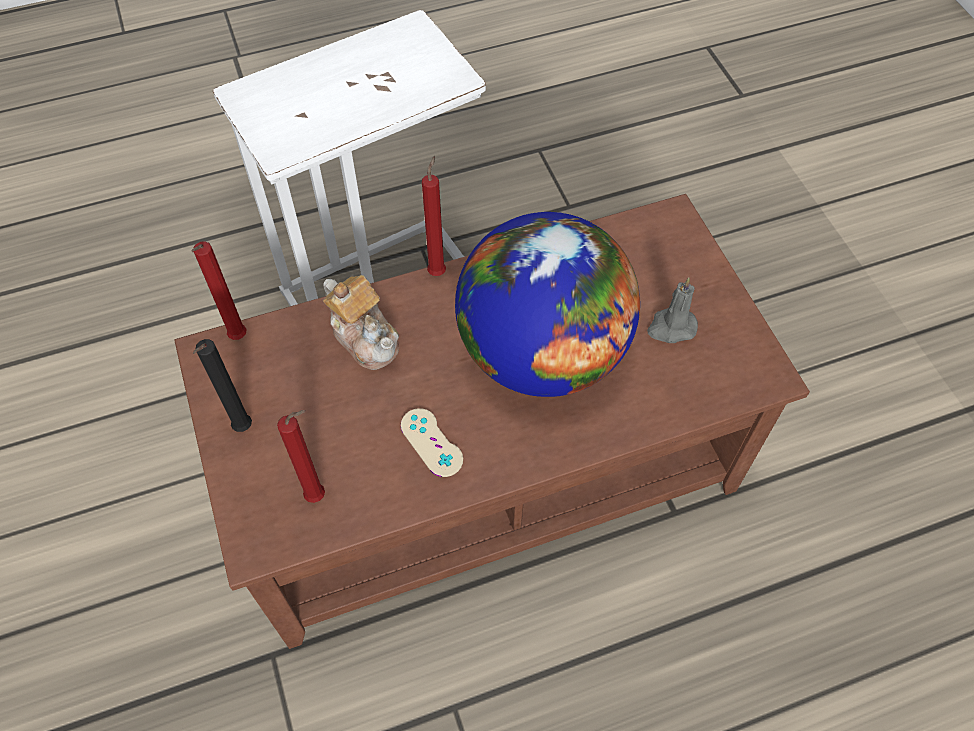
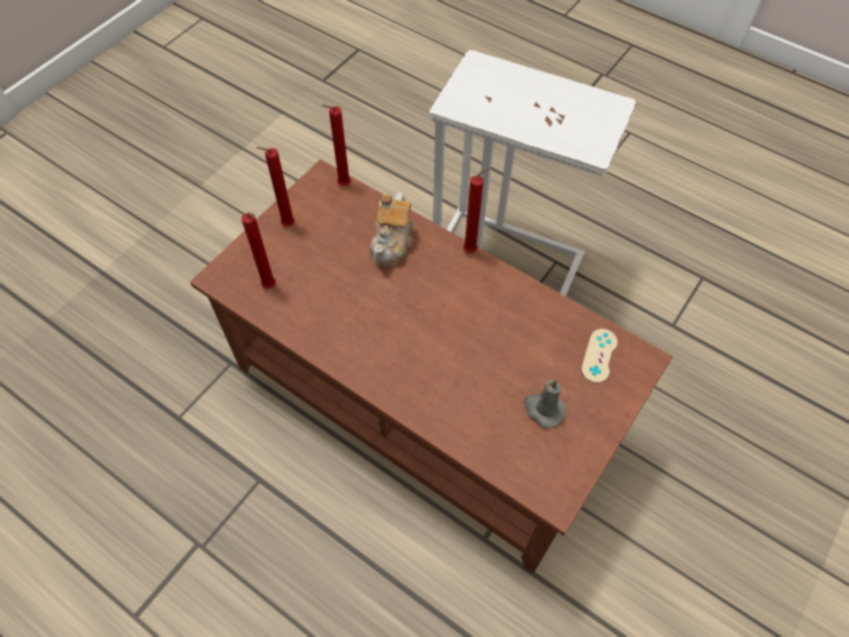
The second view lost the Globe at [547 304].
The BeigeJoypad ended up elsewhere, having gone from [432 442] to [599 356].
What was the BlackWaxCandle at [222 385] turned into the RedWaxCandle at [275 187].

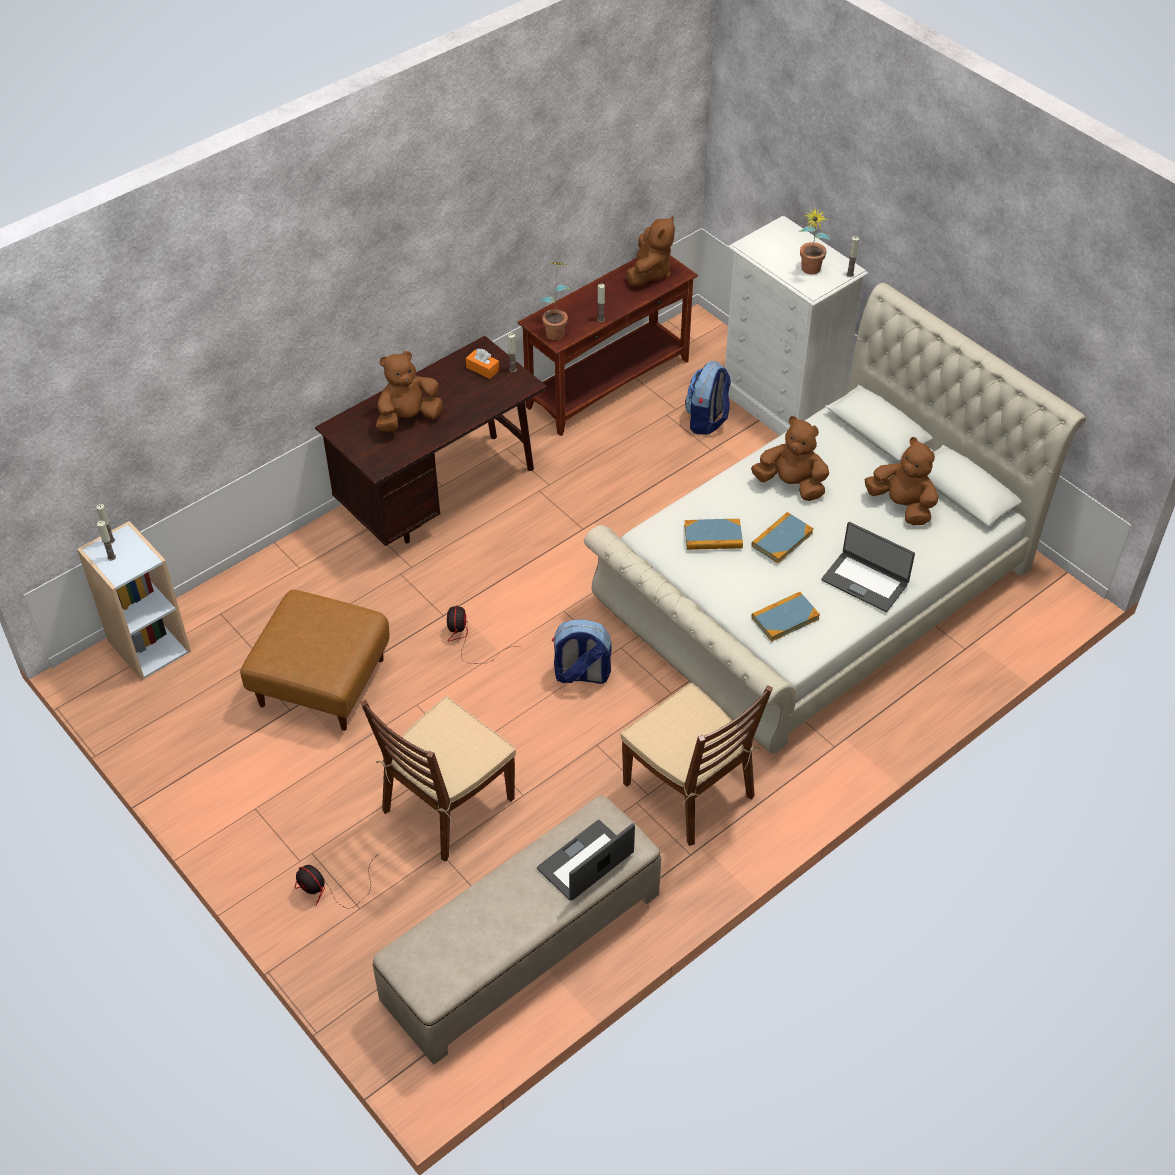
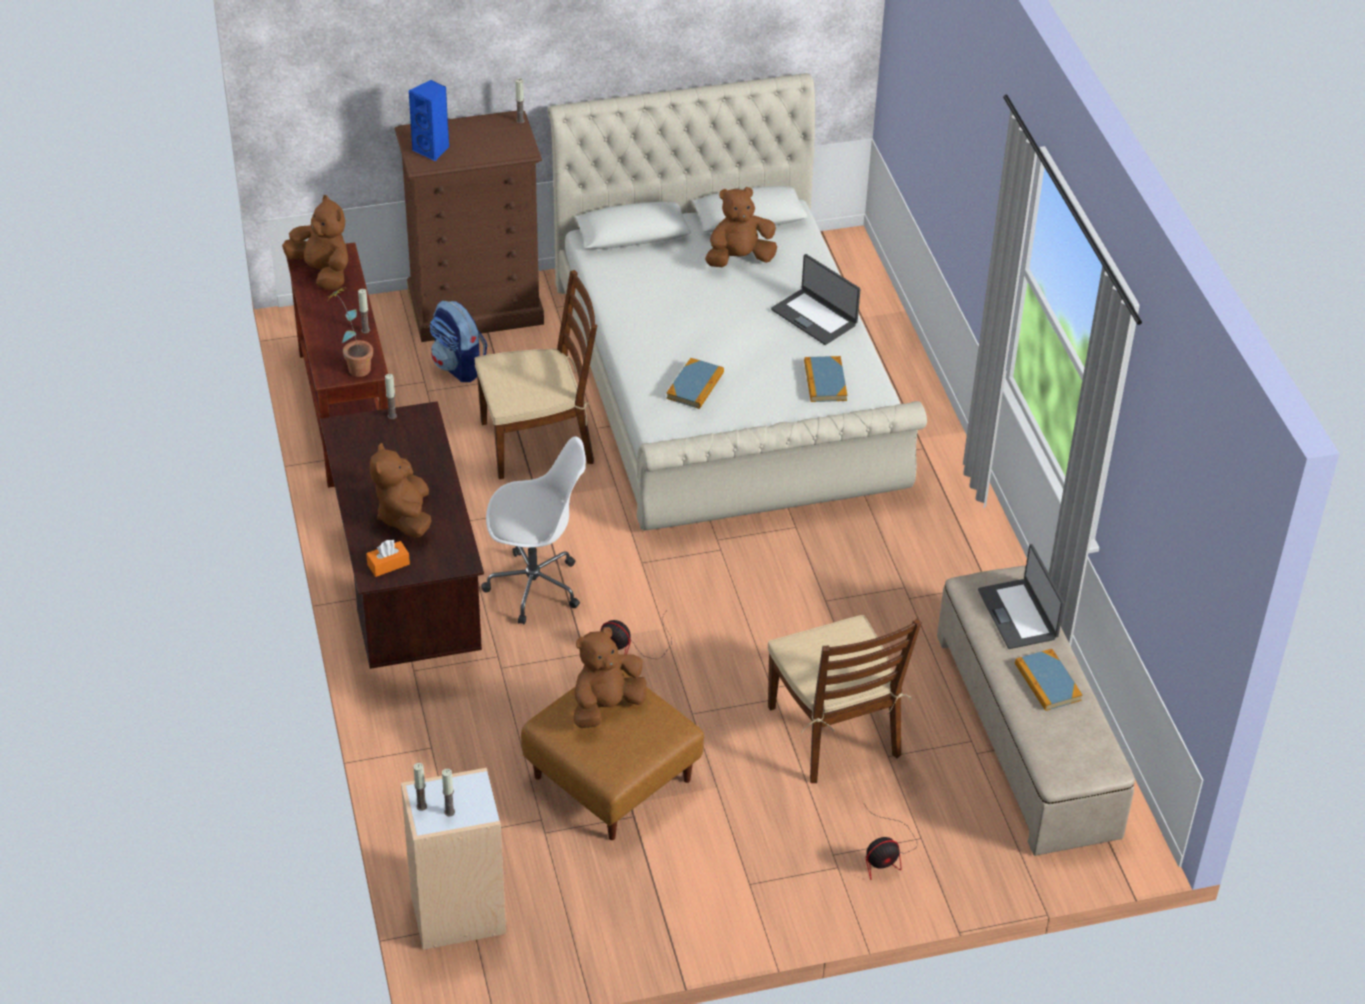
The second view lost the Rucksack at [582 651].
The second view lost the Houseplant at [815 241].
The second view gained the BluishLoudspeaker at [429 121].
The second view gained the WhitishDeskChair at [533 530].
The OrangeyTissueBox ended up elsewhere, having gone from [482 364] to [388 558].
The BrownishUprightChair ended up elsewhere, having gone from [697 764] to [535 374].
The BrownishCuddlyToy ended up elsewhere, having gone from [790 458] to [610 677].
The Book ended up elsewhere, having gone from [782 538] to [1049 680].
What was the WhitishDresser at [796 326] turned into the BrownishDresser at [469 226].
The PortableComputer at [868 567] ended up facing another way, 75 degrees clockwise from before.

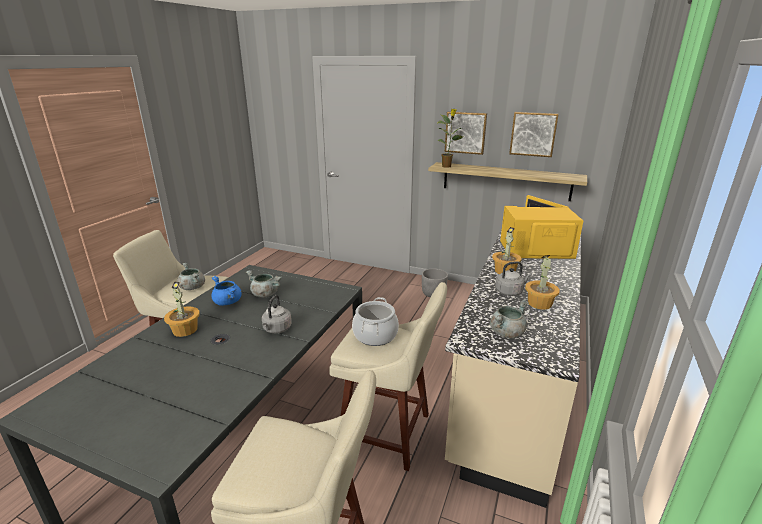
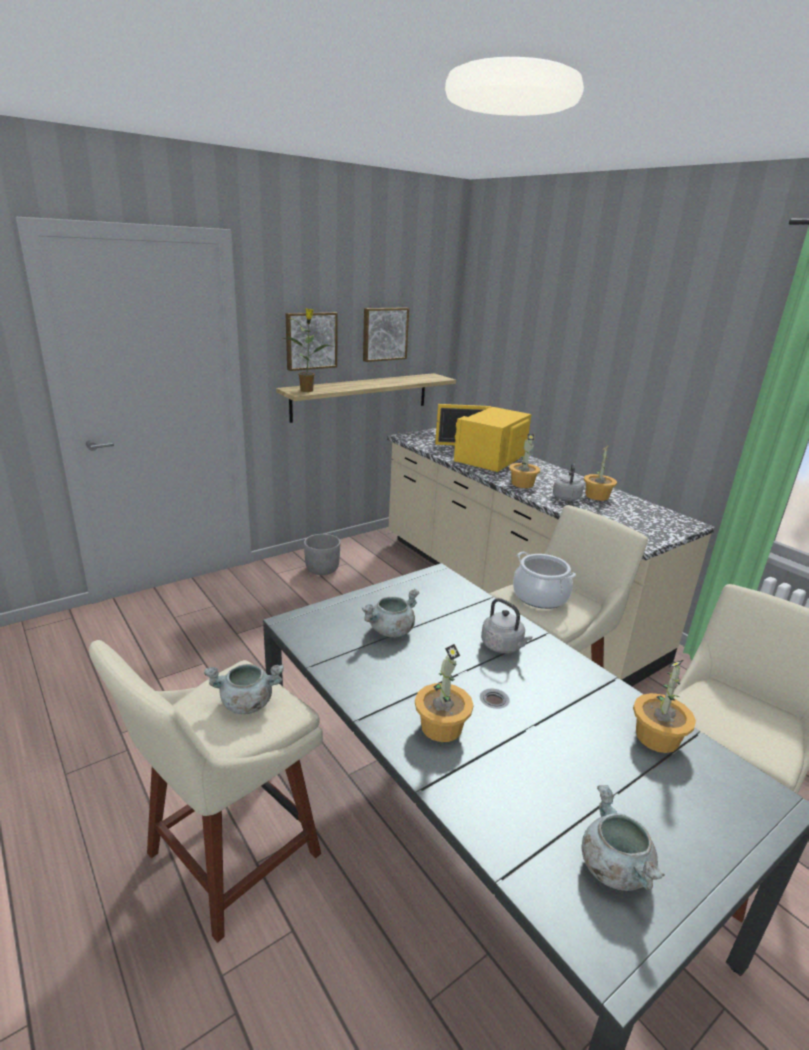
The second view lost the BluishSaucepot at [226 291].
The second view gained the Houseplant at [664 706].
The GreySaucepot ended up elsewhere, having gone from [509 318] to [623 838].

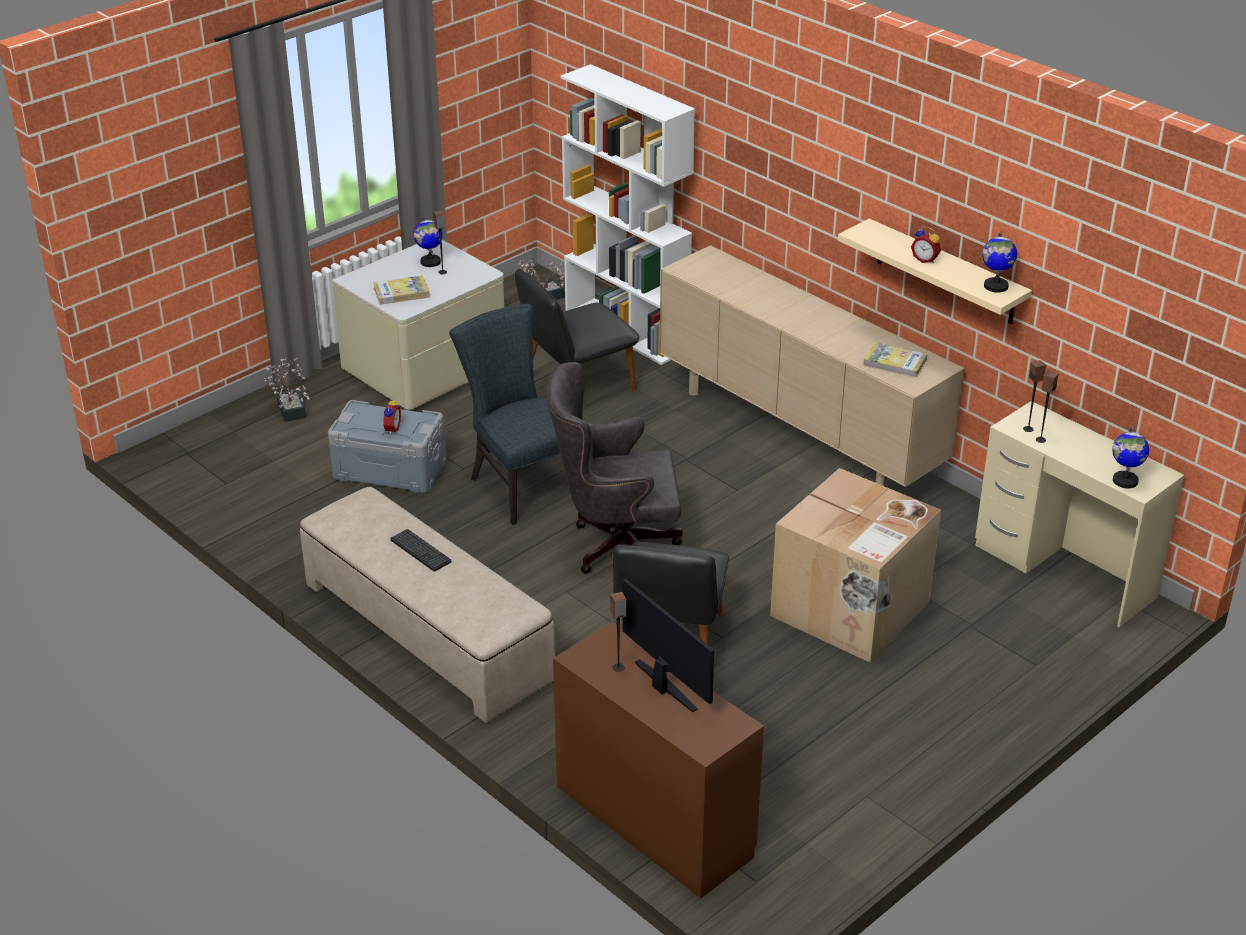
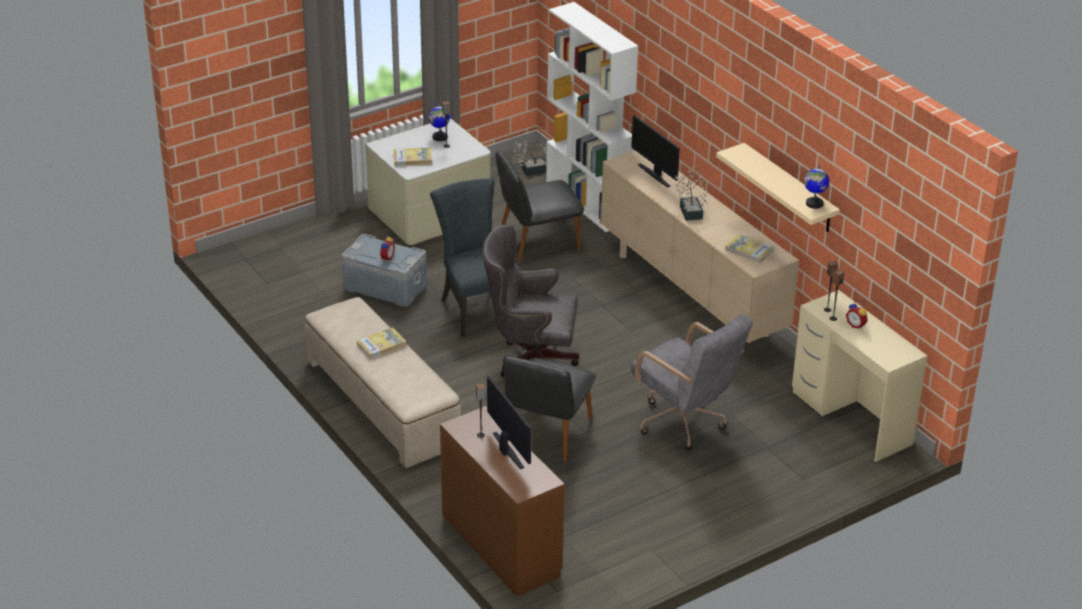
The second view lost the Globe at [1130 457].
The second view gained the ComputerScreen at [655 151].
The Houseplant ended up elsewhere, having gone from [287 390] to [691 196].
The TableClock ended up elsewhere, having gone from [926 245] to [857 315].
Where the ComputerKeyboard stood at [420 550], the Book came to stand at [381 343].
Where the PackingBox stood at [855 565], the GreyDeskChair came to stand at [692 382].

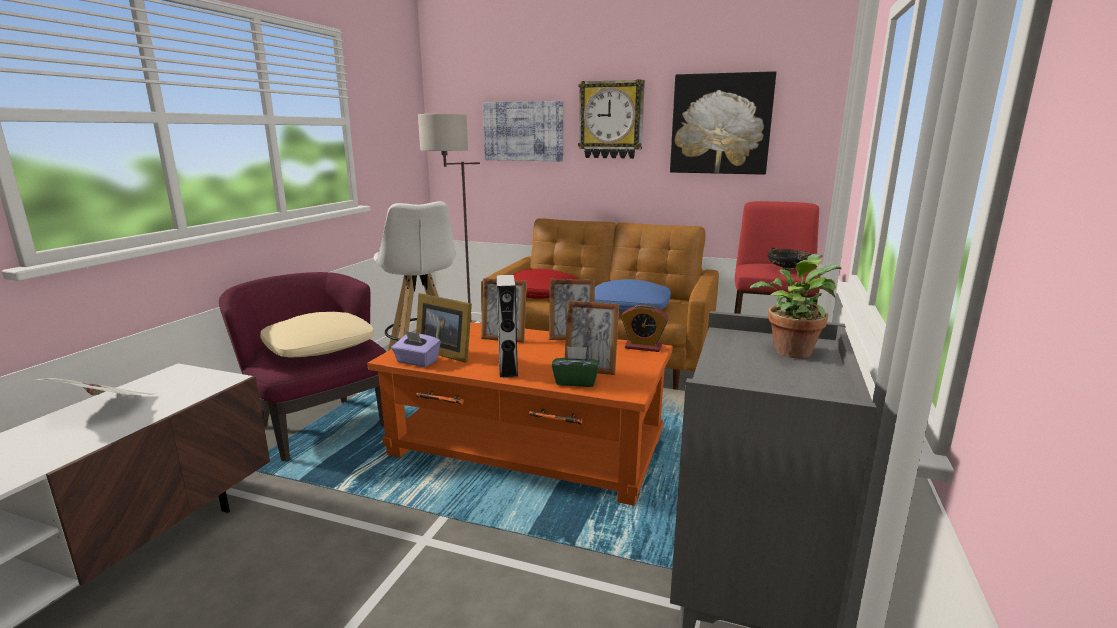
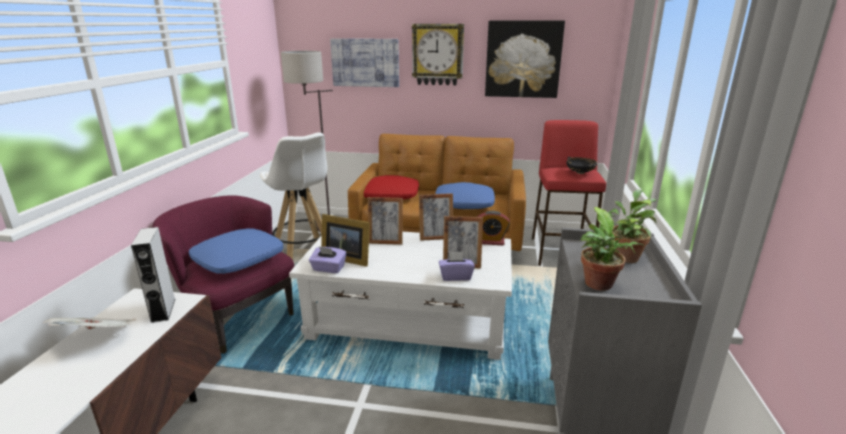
The second view gained the Houseplant at [612 249].
The GreyLoudspeaker ended up elsewhere, having gone from [507 326] to [153 275].
What was the BeigePillow at [317 335] turned into the BluishPillow at [236 251].
What was the OrangeyCoffeeTable at [520 414] turned into the WhitishCoffeeTable at [400 296].
What was the GreenTissueBox at [575 366] turned into the PurpleColouredTissueBox at [457 266].

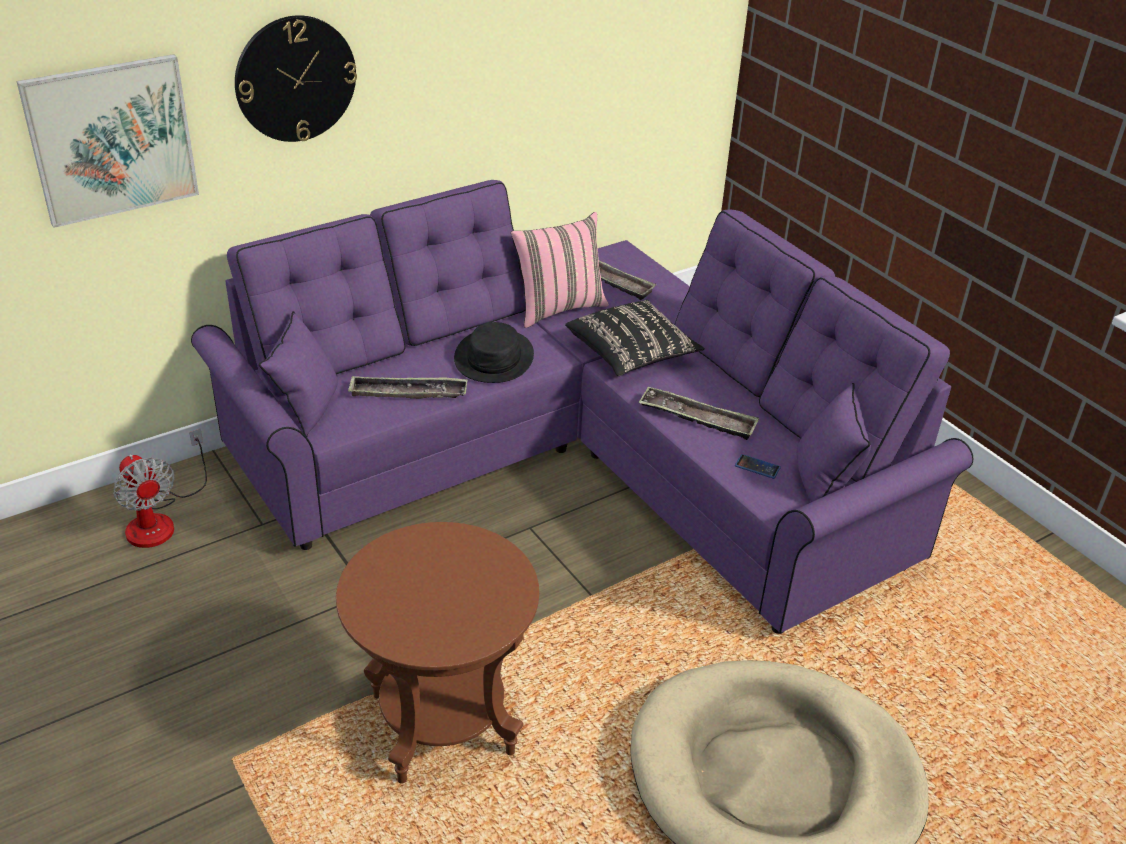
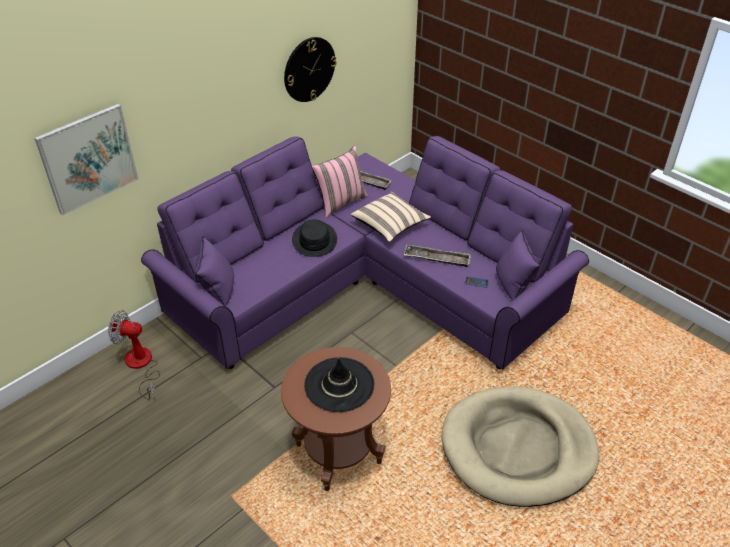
The second view lost the ServingTray at [408 387].
The second view gained the BlackClothingHat at [339 384].
The HangingClock ended up elsewhere, having gone from [296 78] to [310 69].
What was the BlackPillow at [634 338] turned into the BeigePillow at [391 217].
The ElectricFan at [160 488] ended up facing another way, 150 degrees clockwise from before.

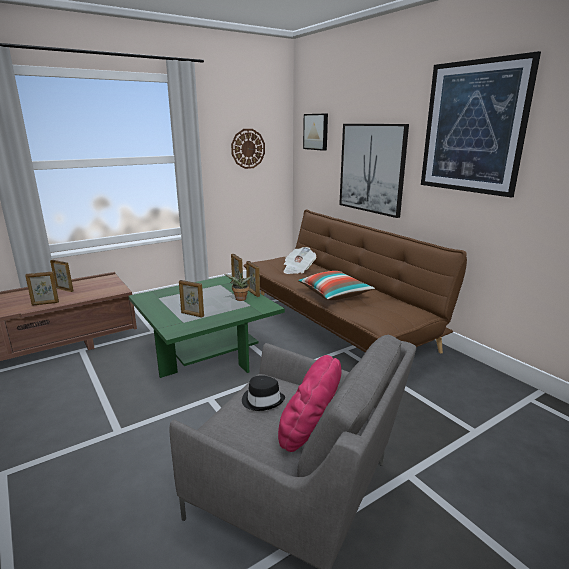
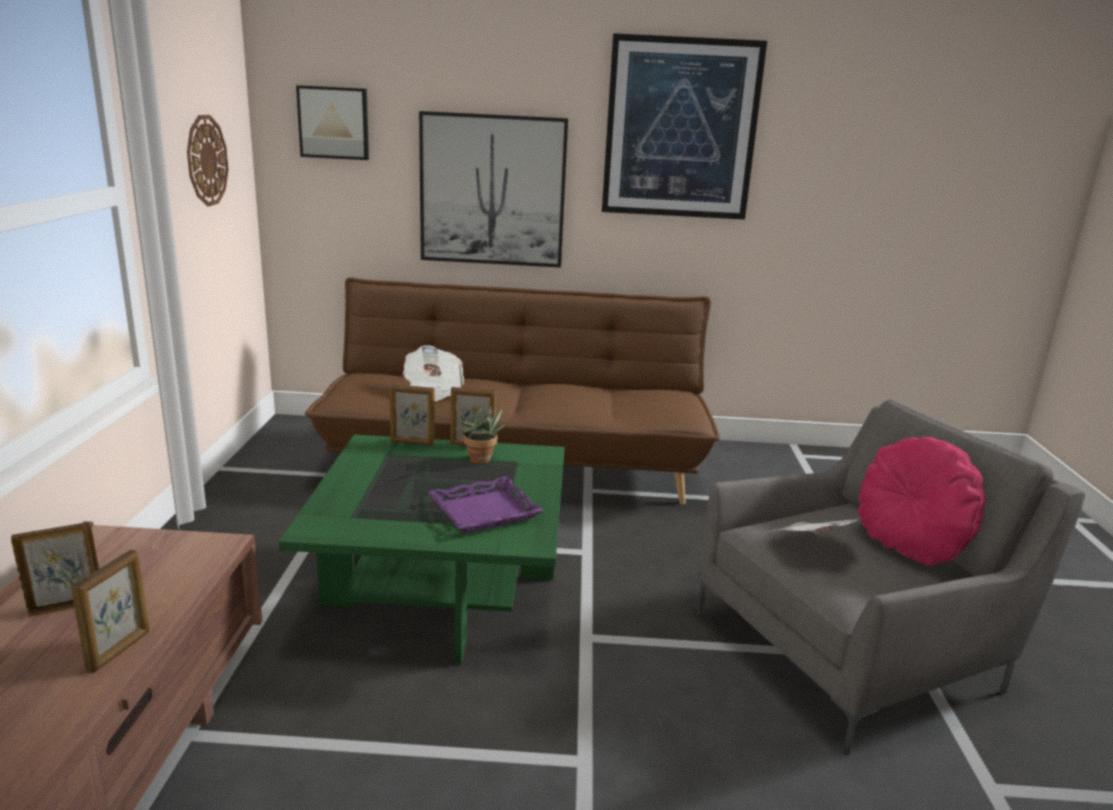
The second view lost the Pillow at [336 285].
Where the PhotoFrame stood at [191 299], the PurpleColouredServingTray came to stand at [486 504].
Where the BlackClothingHat stood at [263 393], the PrintedPaper came to stand at [813 526].

